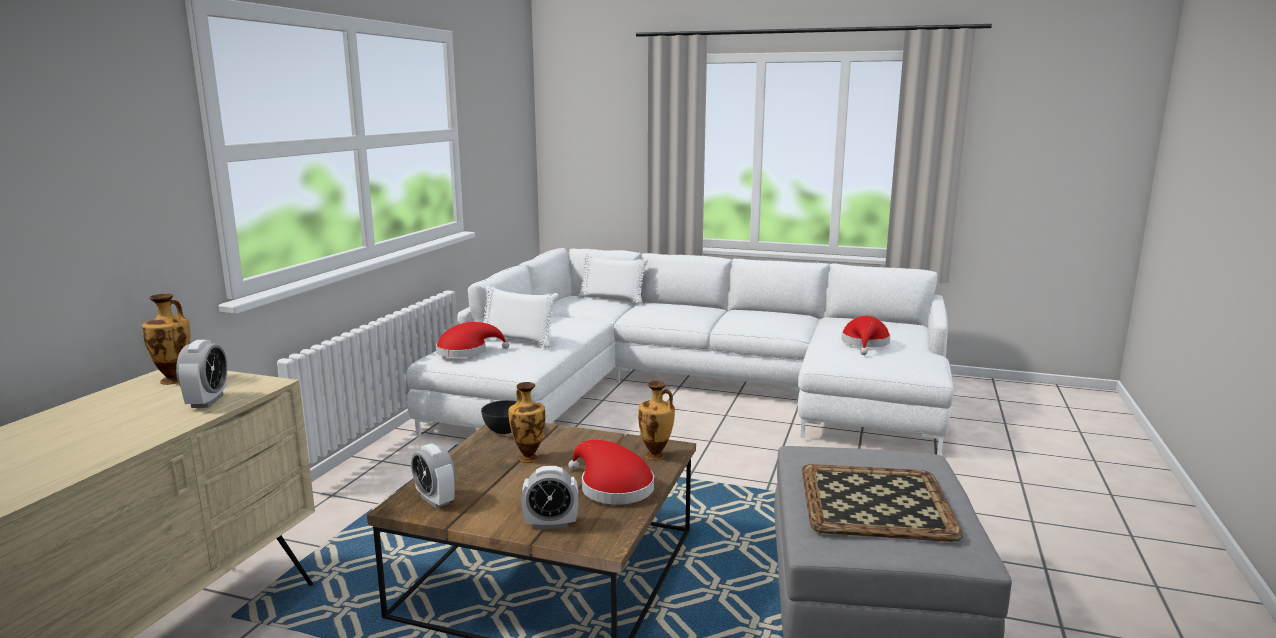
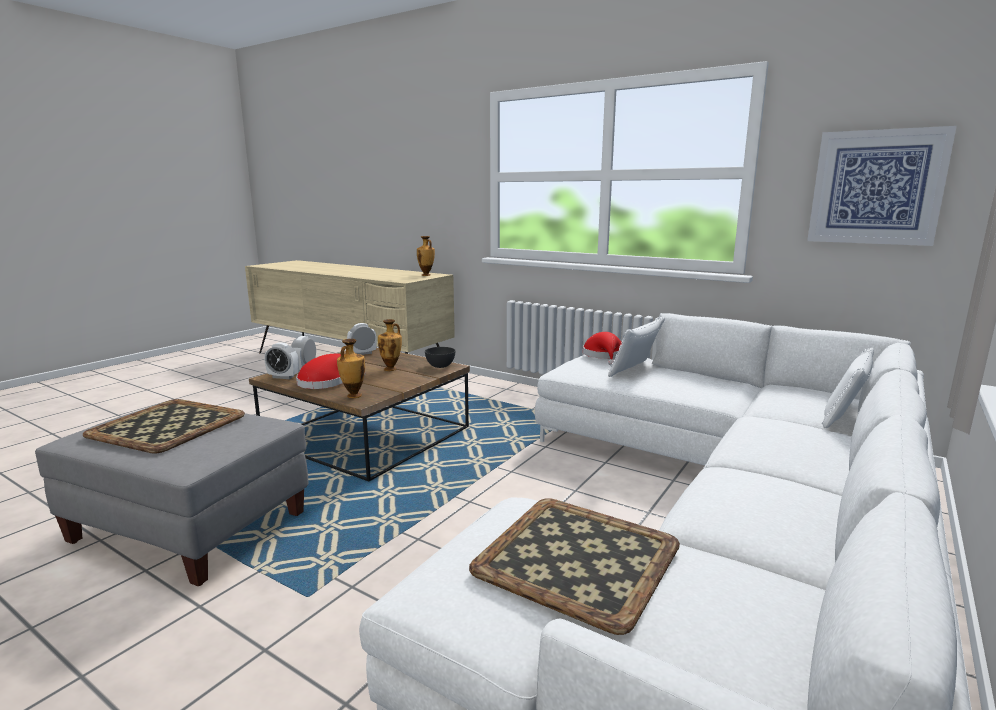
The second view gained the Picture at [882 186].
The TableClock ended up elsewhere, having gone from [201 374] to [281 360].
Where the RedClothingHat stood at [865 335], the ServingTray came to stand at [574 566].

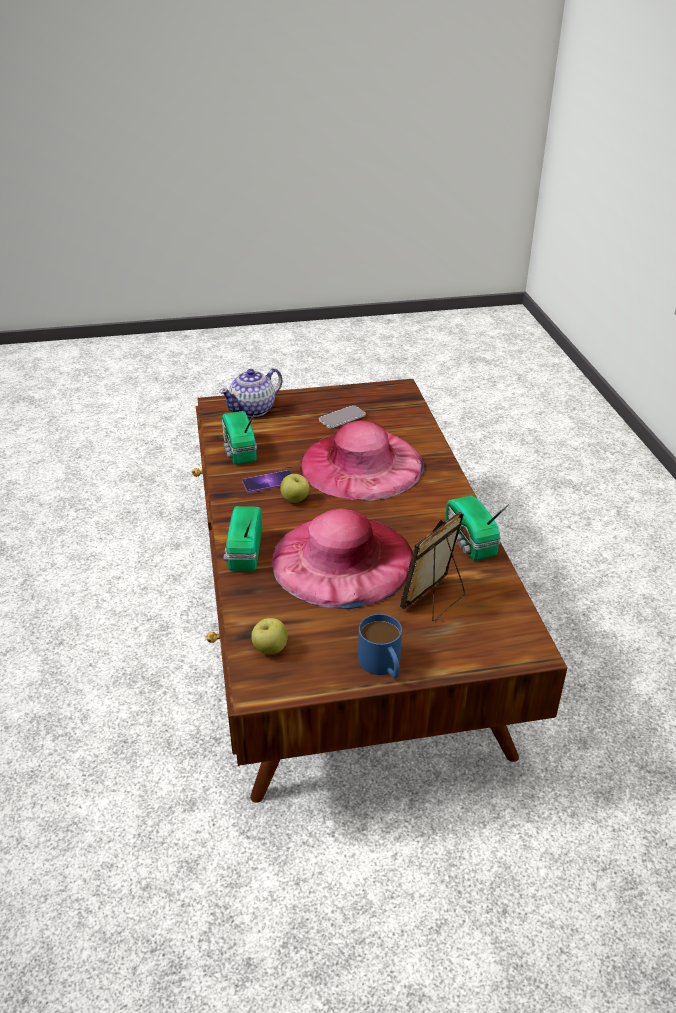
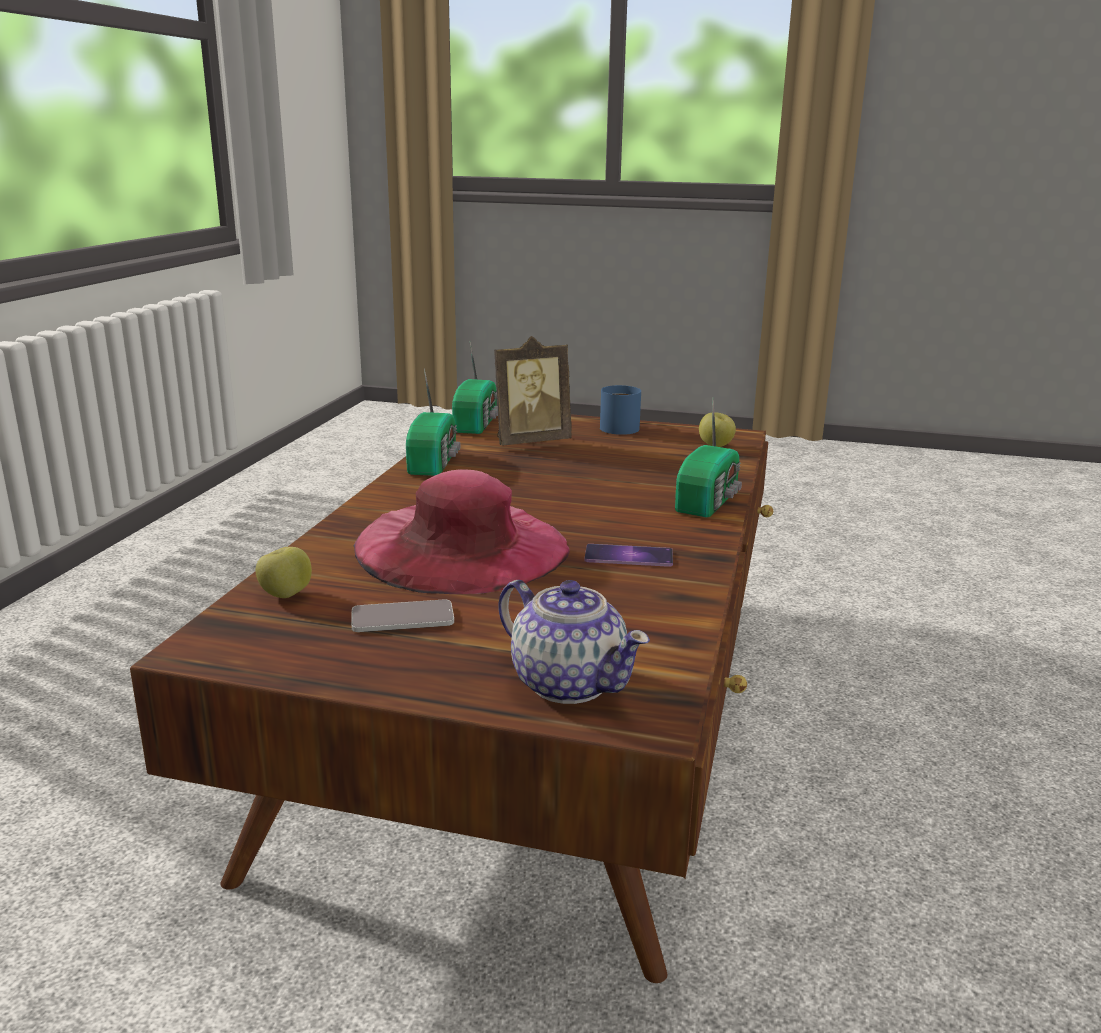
The second view lost the PinkishClothingHat at [342 559].
The RadioReceiver ended up elsewhere, having gone from [239 438] to [475 388].
The AppleFruit ended up elsewhere, having gone from [295 488] to [283 572].
The PotForTea at [250 392] ended up facing another way, 60 degrees clockwise from before.

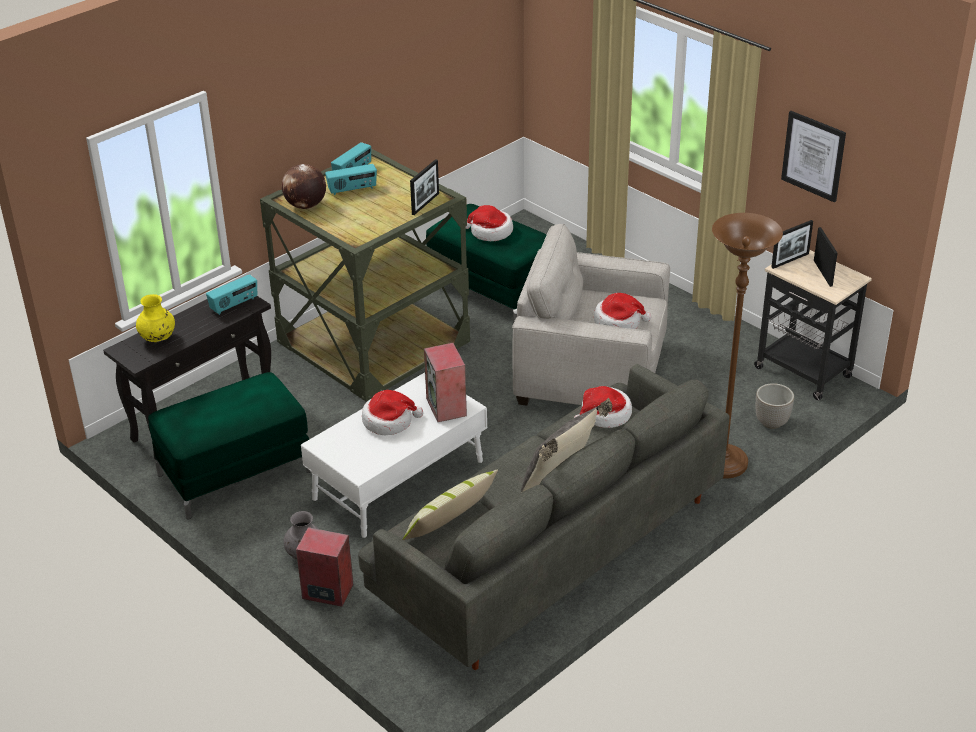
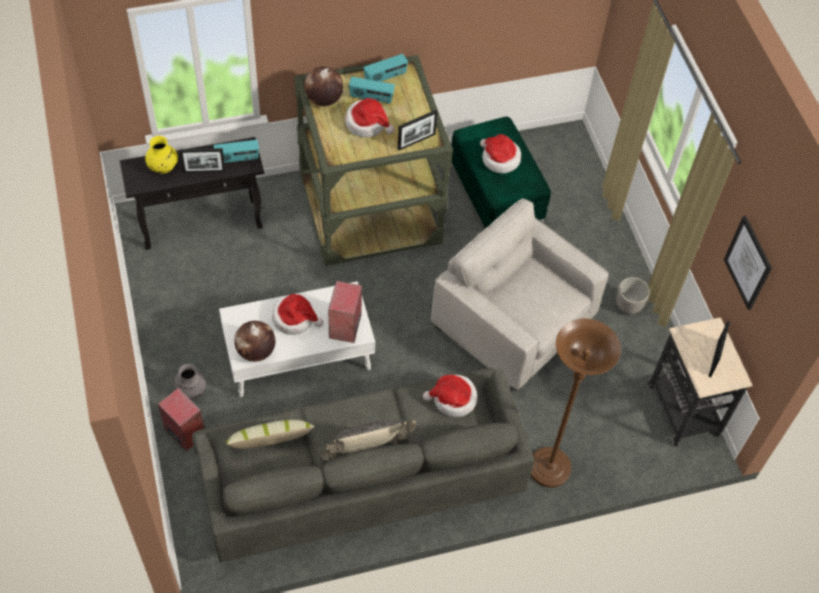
The second view lost the GreenFootrest at [229 445].
The second view gained the Globe at [255 341].
The ClothingHat ended up elsewhere, having gone from [622 311] to [370 118].
The FlowerPot ended up elsewhere, having gone from [775 406] to [633 295].
The PhotoFrame ended up elsewhere, having gone from [792 244] to [202 160].

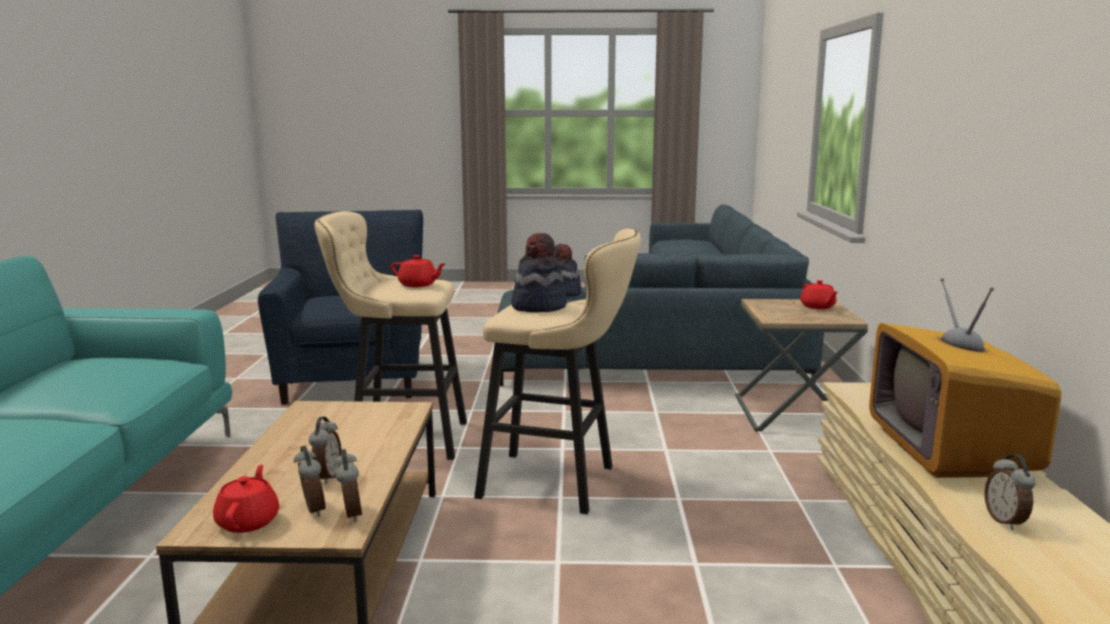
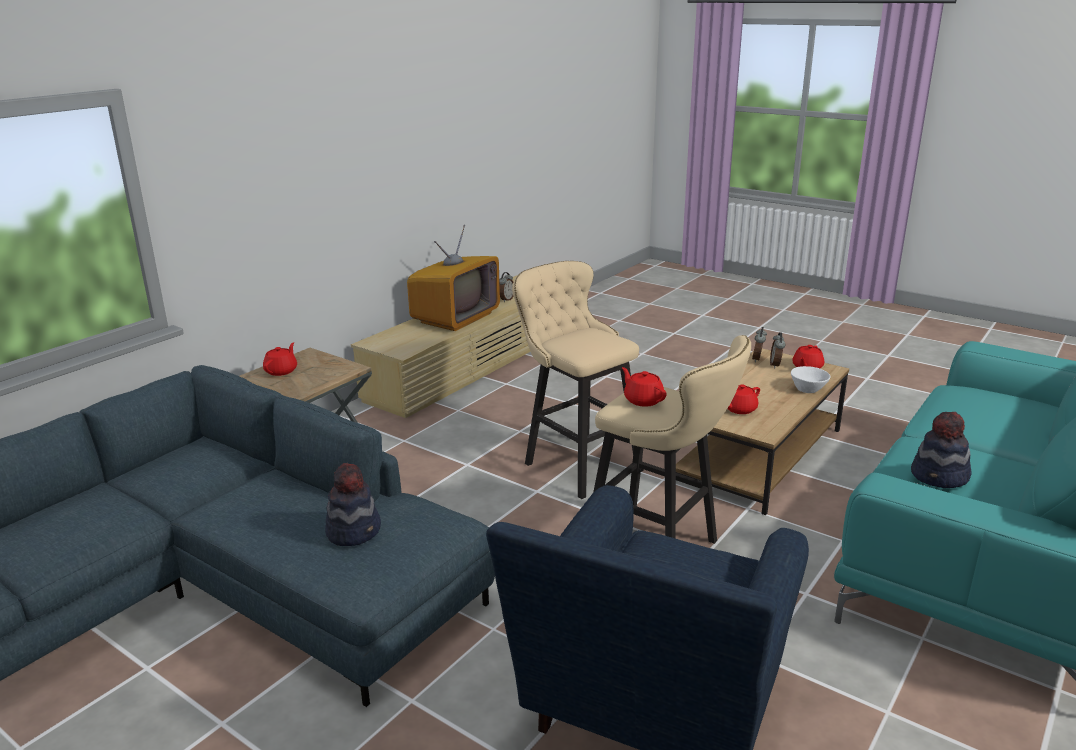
The second view lost the TableClock at [325 450].
The second view gained the RedPotForTea at [743 399].
The second view gained the WhitishServingBowl at [811 379].
The ClothingHat ended up elsewhere, having gone from [539 272] to [941 450].

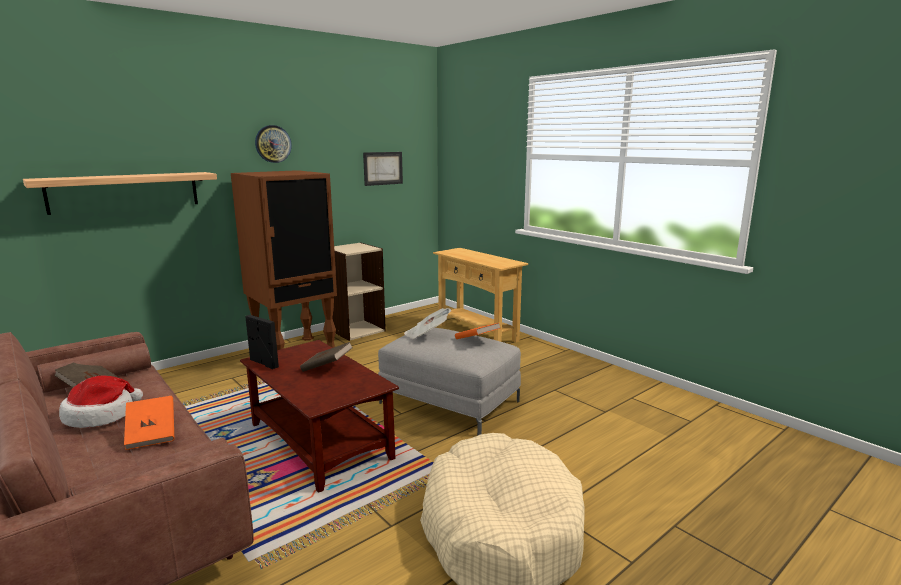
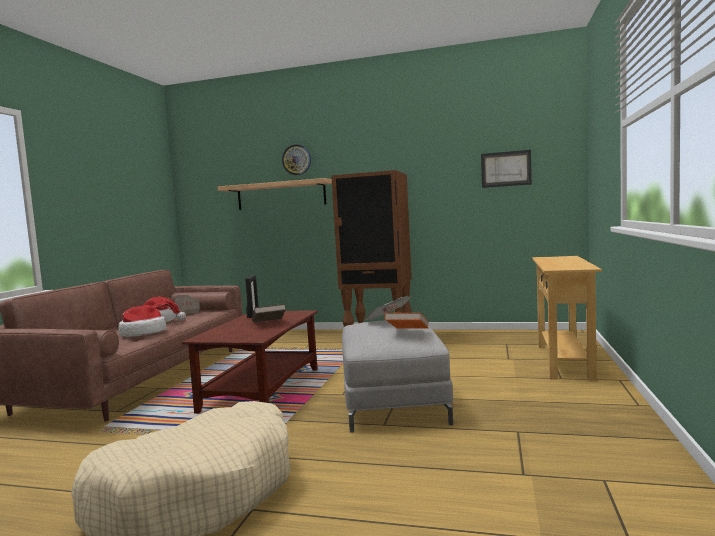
The second view lost the BeigeBookshelf at [359 291].
The HangingClock ended up elsewhere, having gone from [273 144] to [296 159].
Where the OrangeyBook stood at [149 423], the ClothingHat came to stand at [142 321].

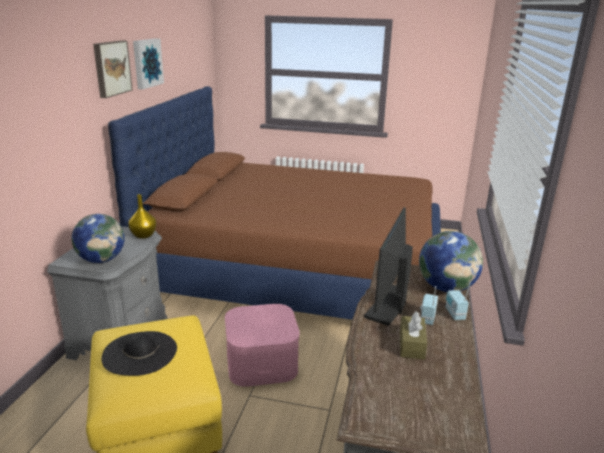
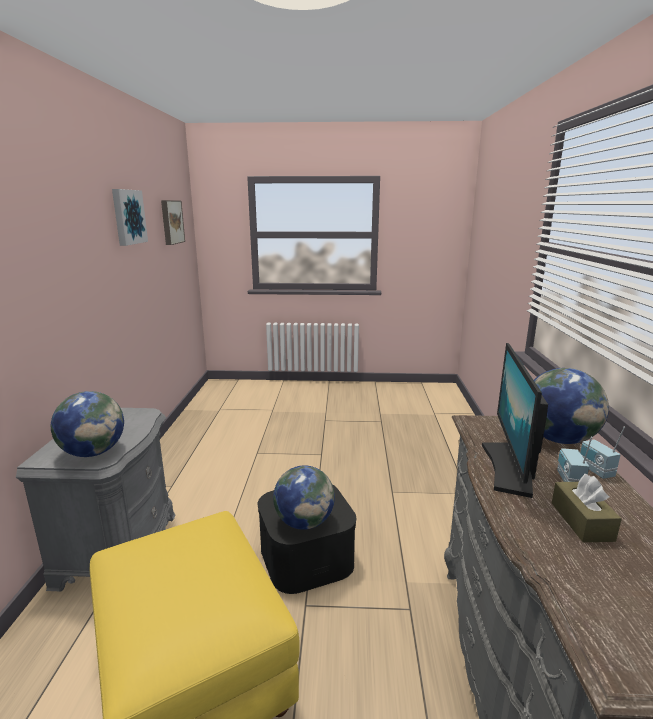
The second view lost the BlackClothingHat at [139 353].
The second view lost the BrownishBedroomBed at [274 203].
The second view lost the YellowishFlowerVase at [142 216].
The second view gained the Globe at [304 497].
The Picture ended up elsewhere, having gone from [113 69] to [173 222].
What was the PinkishStorageBox at [262 345] turned into the BlackStorageBox at [306 539].

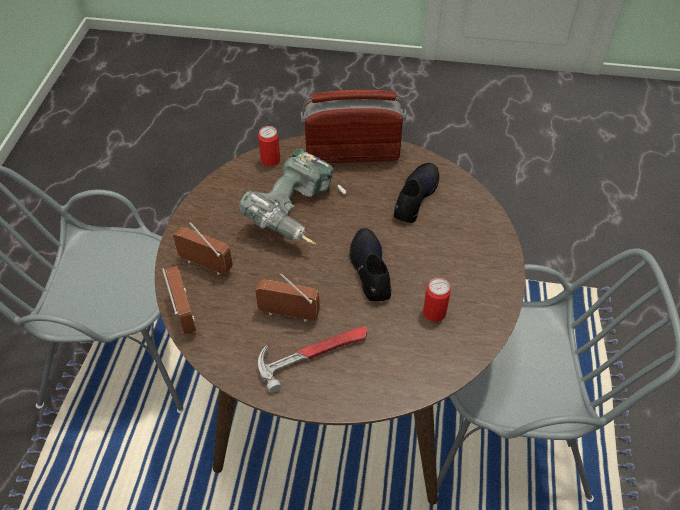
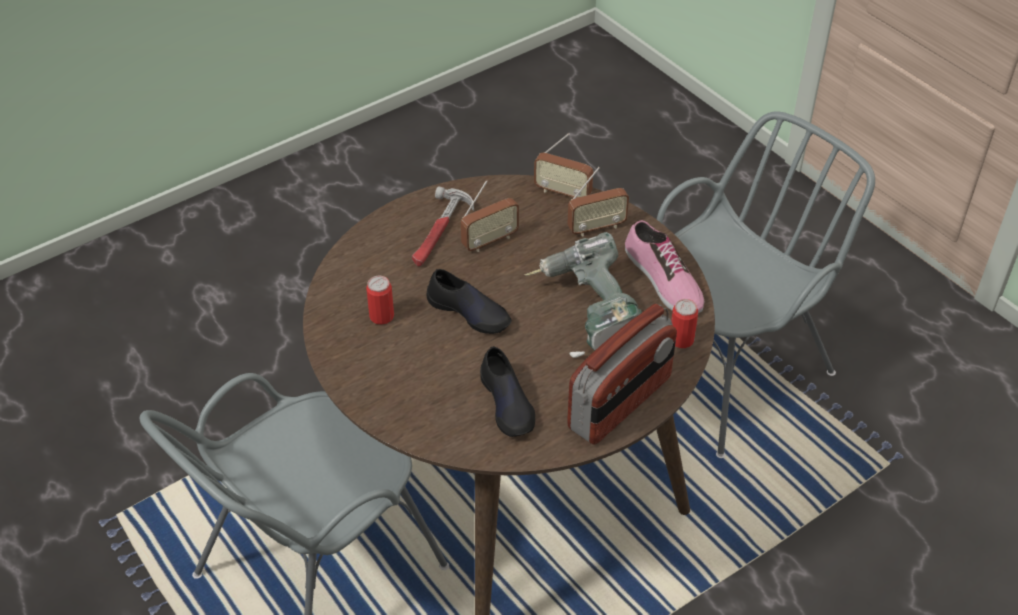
The second view gained the ItemOfFootwear at [664 266].

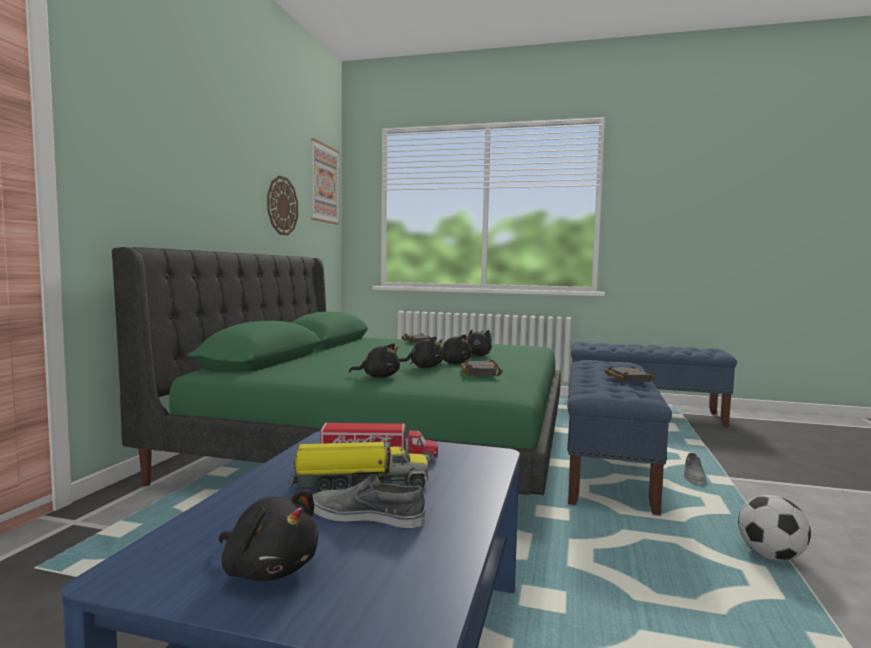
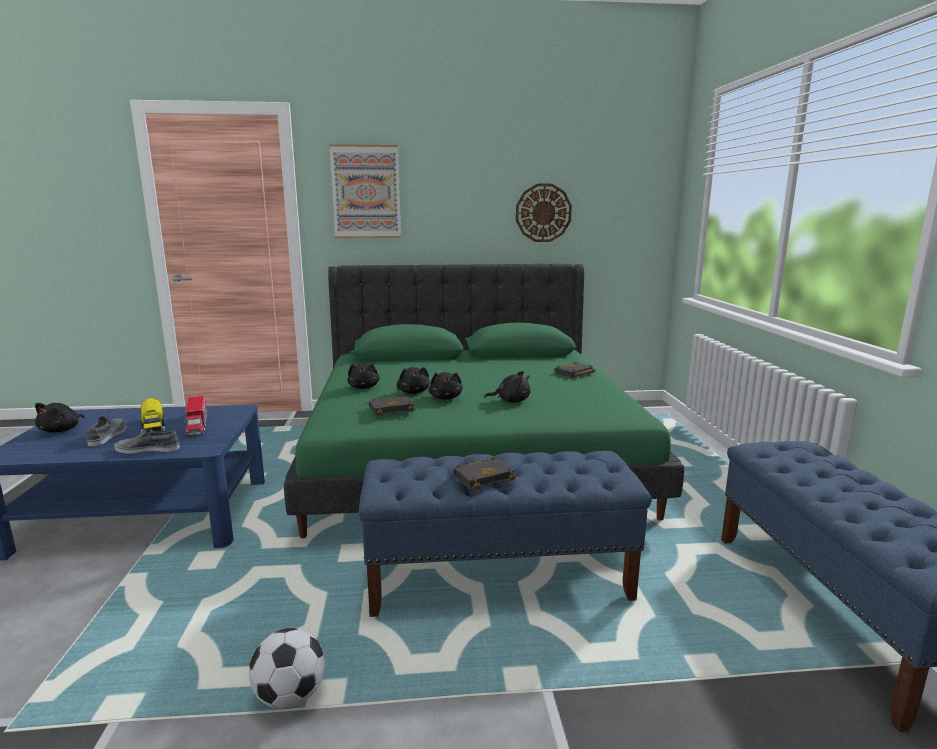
The Picture ended up elsewhere, having gone from [325 181] to [365 191].
The GreyItemOfFootwear ended up elsewhere, having gone from [695 469] to [147 441].

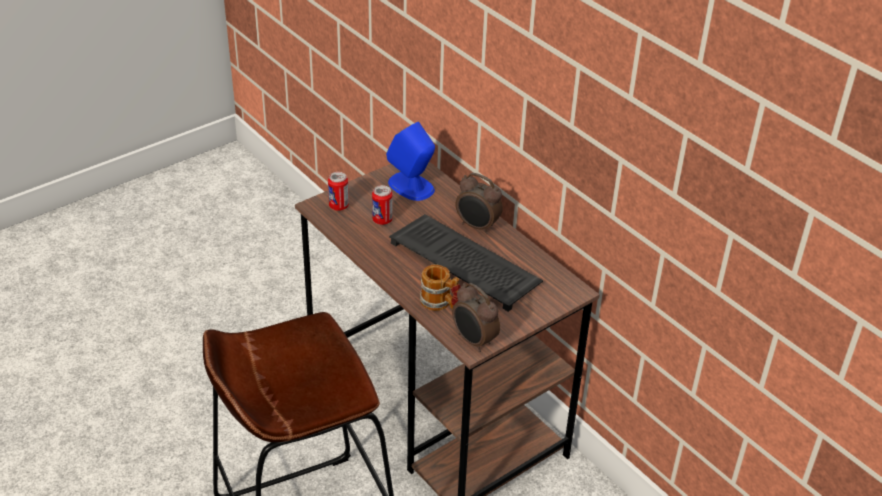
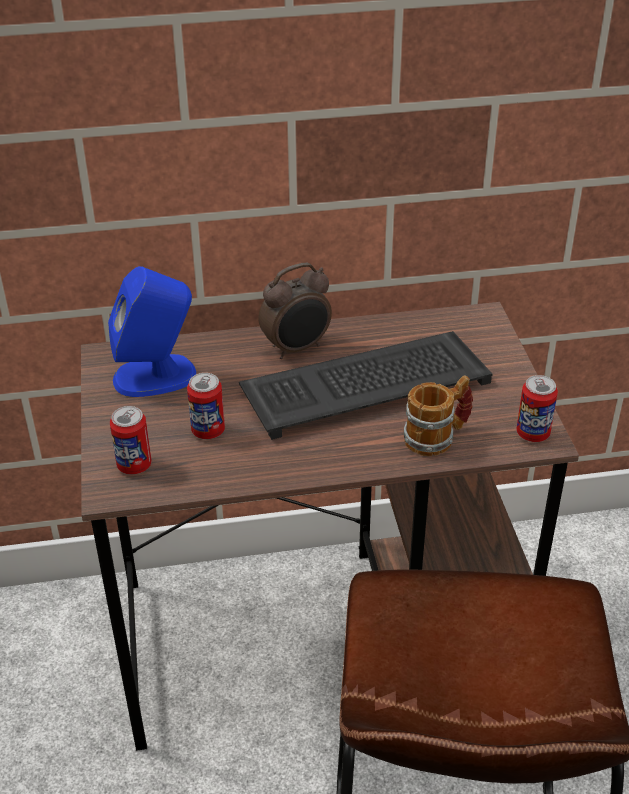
Where the TableClock stood at [476 317], the MetalCan came to stand at [537 408].

